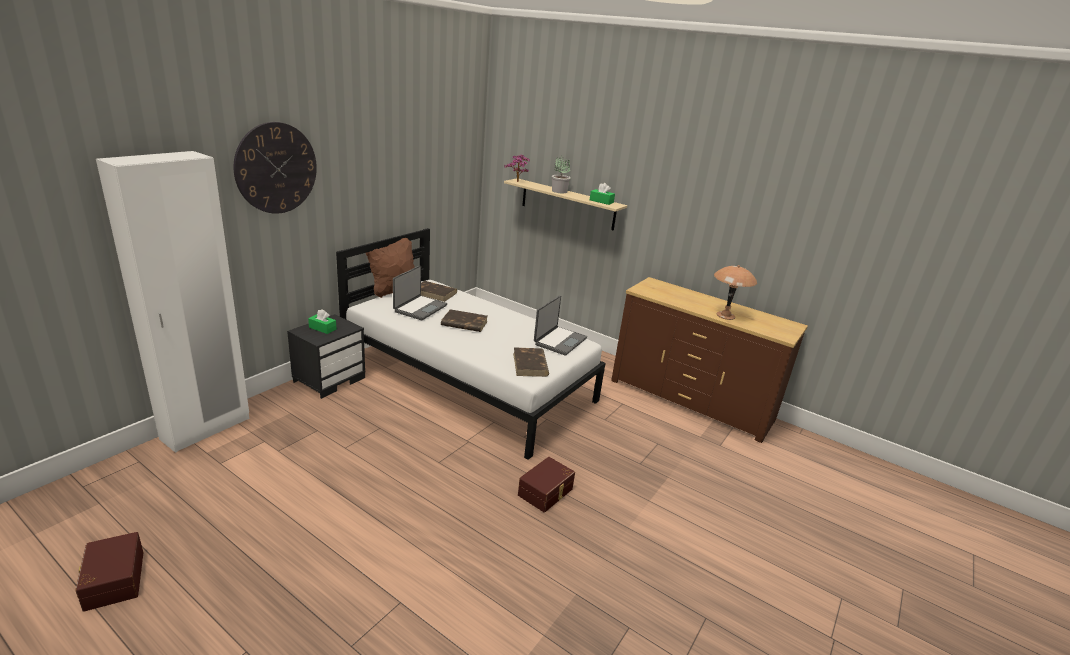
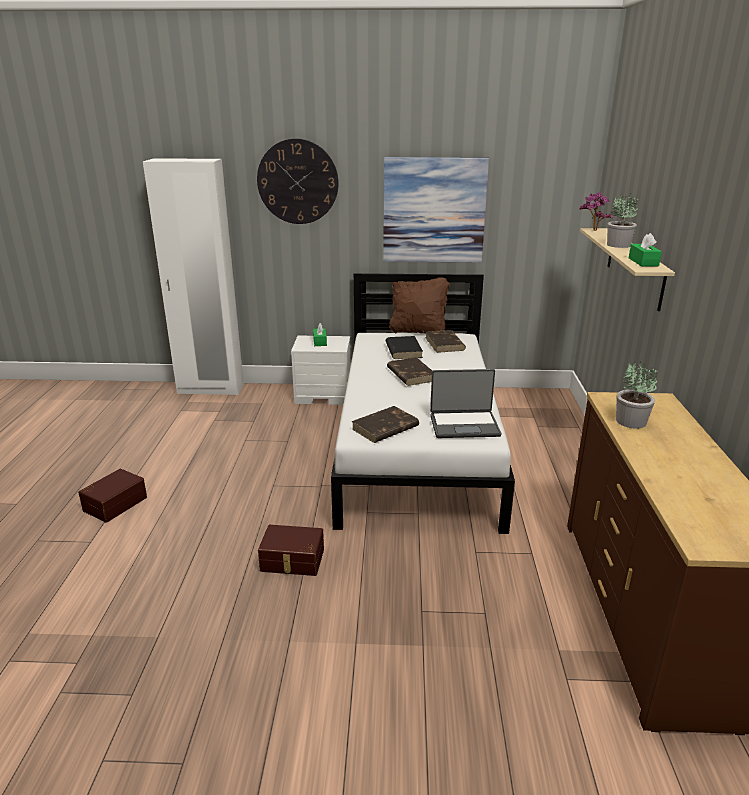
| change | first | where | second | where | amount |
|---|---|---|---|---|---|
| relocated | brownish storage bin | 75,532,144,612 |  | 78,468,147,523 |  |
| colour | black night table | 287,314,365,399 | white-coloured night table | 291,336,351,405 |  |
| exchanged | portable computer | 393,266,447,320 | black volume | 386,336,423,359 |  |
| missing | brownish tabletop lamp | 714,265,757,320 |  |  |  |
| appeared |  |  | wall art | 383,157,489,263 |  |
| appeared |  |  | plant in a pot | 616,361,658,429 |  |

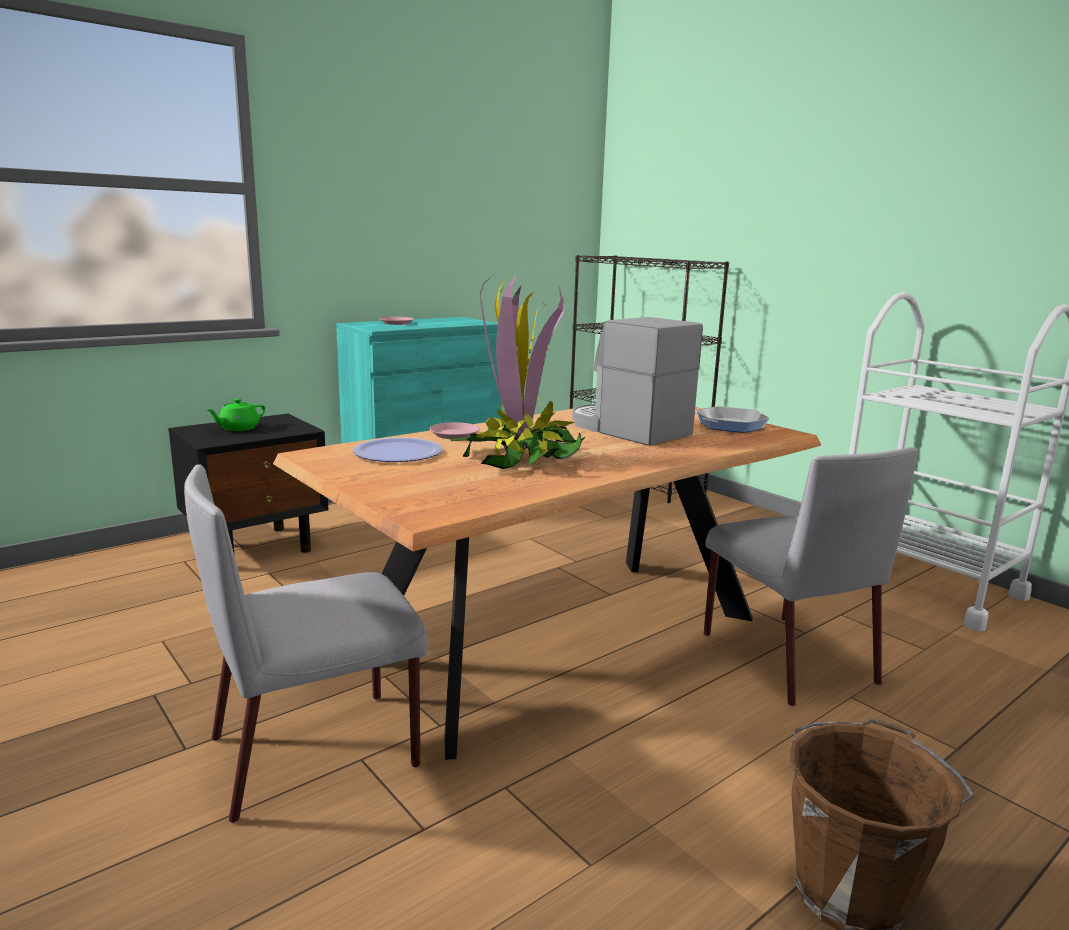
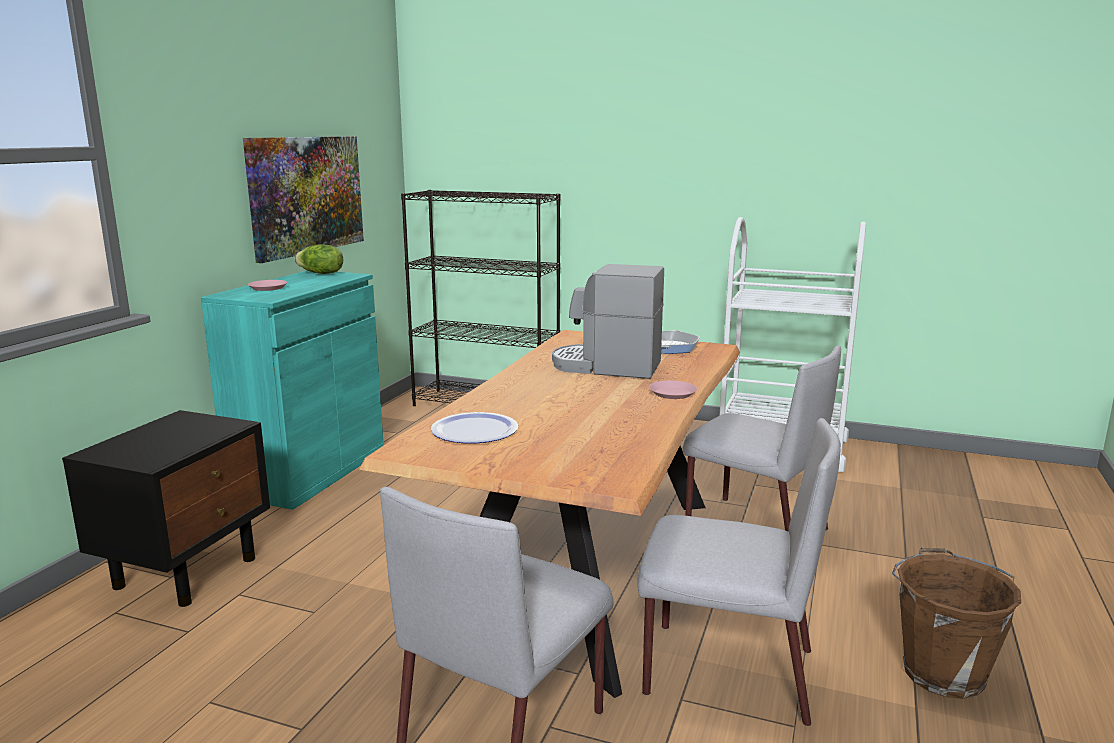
| change | first | where | second | where | amount |
|---|---|---|---|---|---|
| missing | greenish teapot | 207,399,265,431 |  |  |  |
| relocated | pinkish flat dish | 430,422,480,439 |  | 649,380,697,399 |  |
| missing | plant in a pot | 451,274,586,469 |  |  |  |
| appeared |  |  | wall art | 243,136,364,263 |  |
| appeared |  |  | lettuce head | 295,244,343,274 |  |
| appeared |  |  | grey chair | 638,418,841,726 |  |

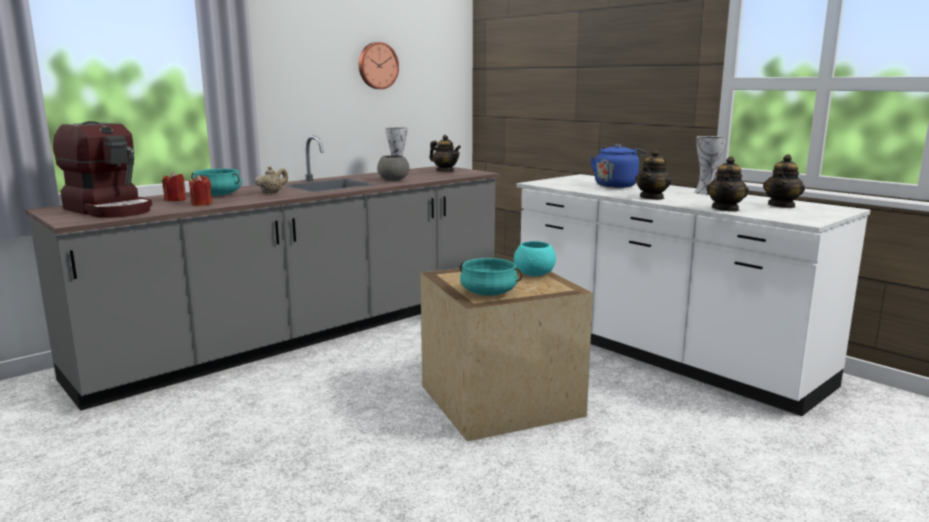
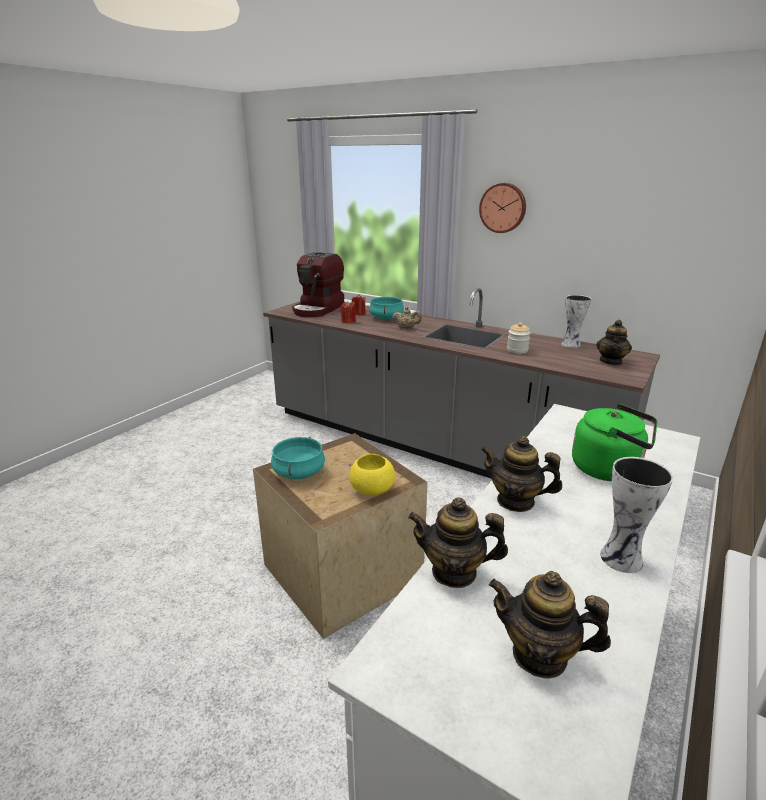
| change | first | where | second | where | amount |
|---|---|---|---|---|---|
| relocated | wall clock | 359,42,399,89 |  | 479,183,526,233 |  |
| exchanged | grey bowl | 377,155,409,181 | jar | 507,322,530,354 |  |
| colour | blue-green bowl | 514,241,556,276 | yellow bowl | 349,454,395,496 |  |
| colour | blue tea kettle | 590,144,647,188 | greenish tea kettle | 572,404,657,481 |  |

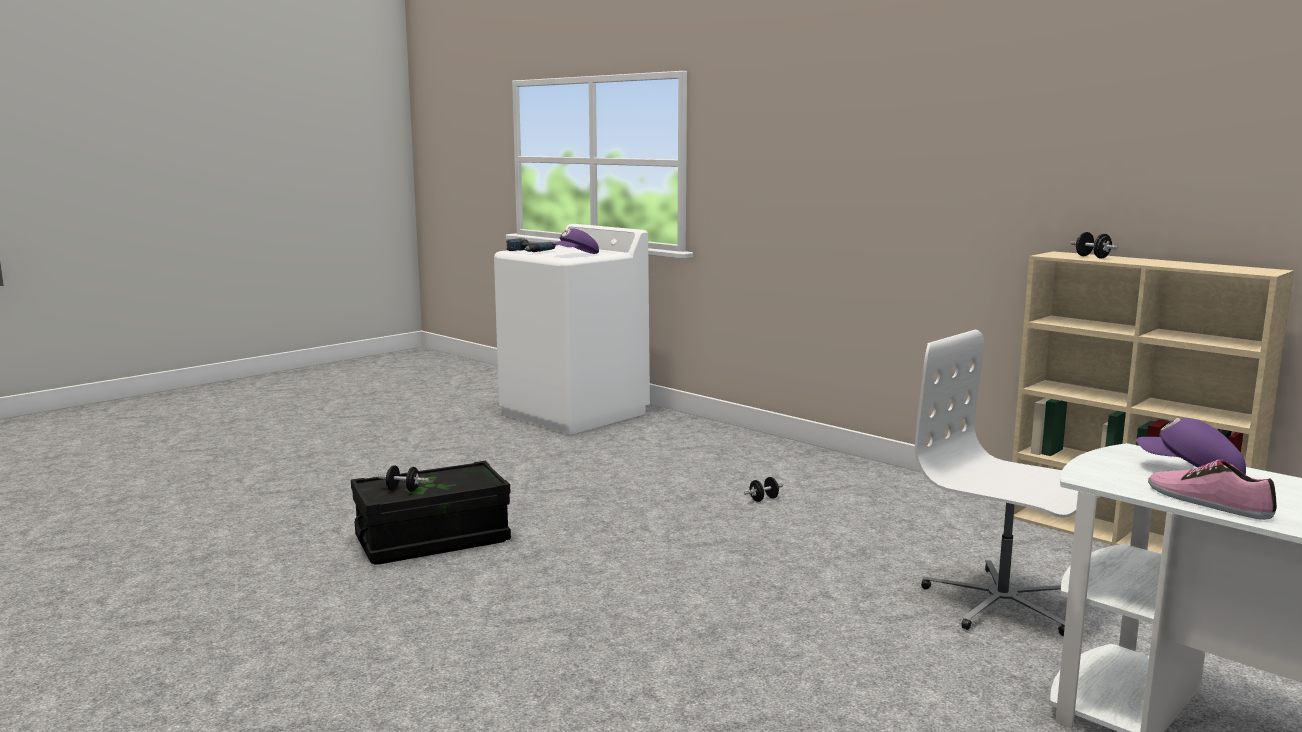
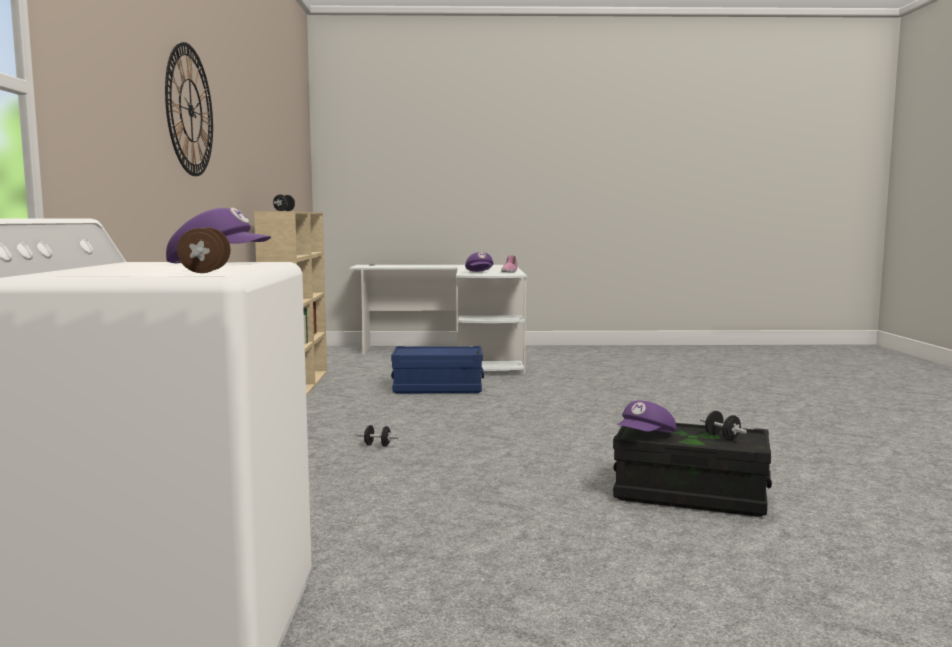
| change | first | where | second | where | amount |
|---|---|---|---|---|---|
| exchanged | power drill | 506,238,556,252 | brownish hand weight | 177,227,231,273 |  |
| exchanged | white-coloured office chair | 915,330,1101,636 | blue storage bin | 391,346,484,394 |  |
| appeared |  |  | wall clock | 165,42,213,176 |  |
| appeared |  |  | purple-coloured peaked cap | 617,401,676,433 |  |

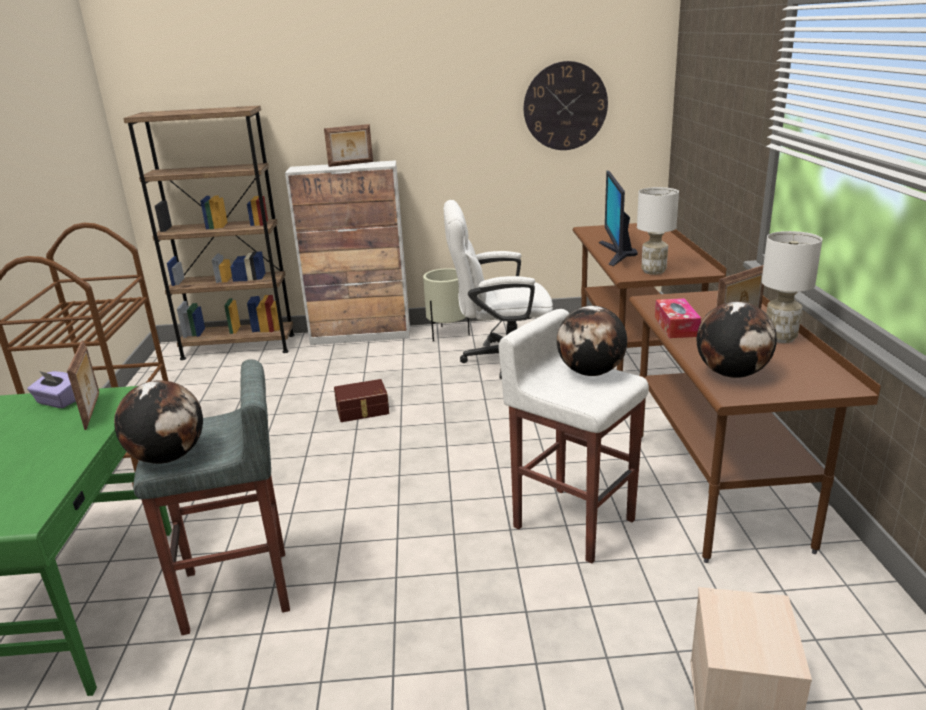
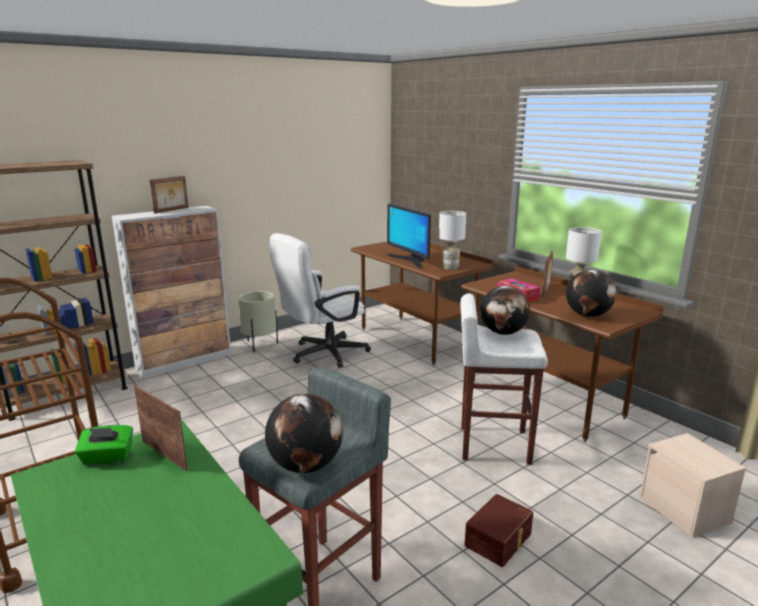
| change | first | where | second | where | amount |
|---|---|---|---|---|---|
| colour | purple-coloured tissue box | 27,371,76,408 | greenish tissue box | 75,425,133,465 |  |
| relocated | brownish storage bin | 334,379,389,422 |  | 465,494,533,567 |  |
| missing | wall clock | 524,61,608,150 |  |  |  |

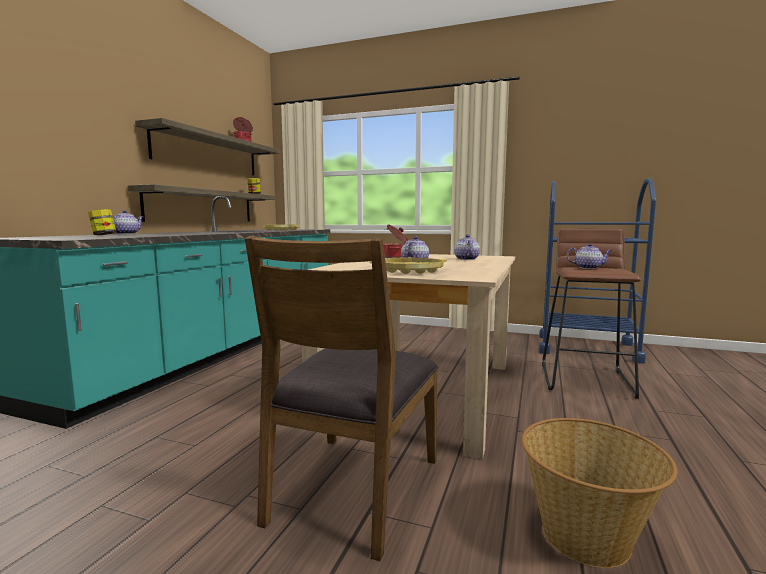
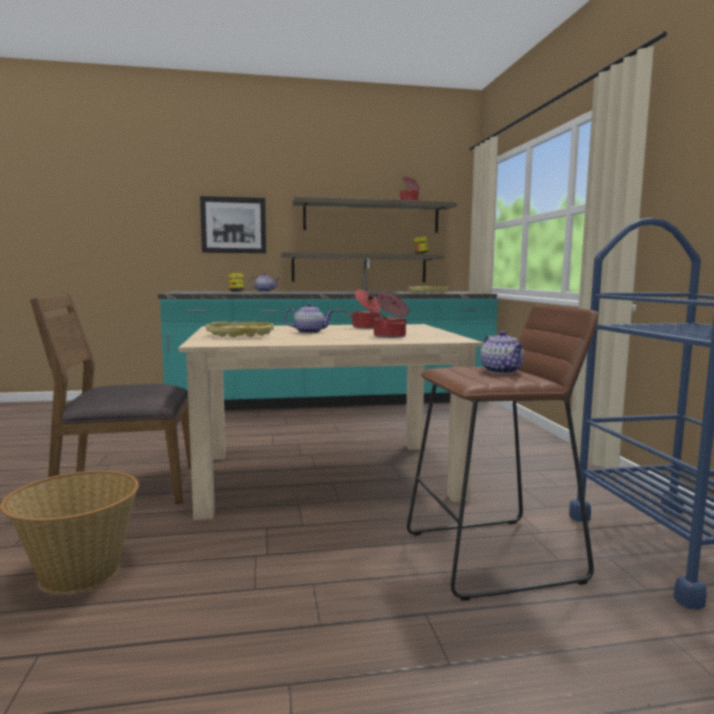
| change | first | where | second | where | amount |
|---|---|---|---|---|---|
| exchanged | teapot | 454,235,480,260 | cooking pot | 374,293,409,338 |  |
| appeared |  |  | wall art | 200,196,266,253 |  |

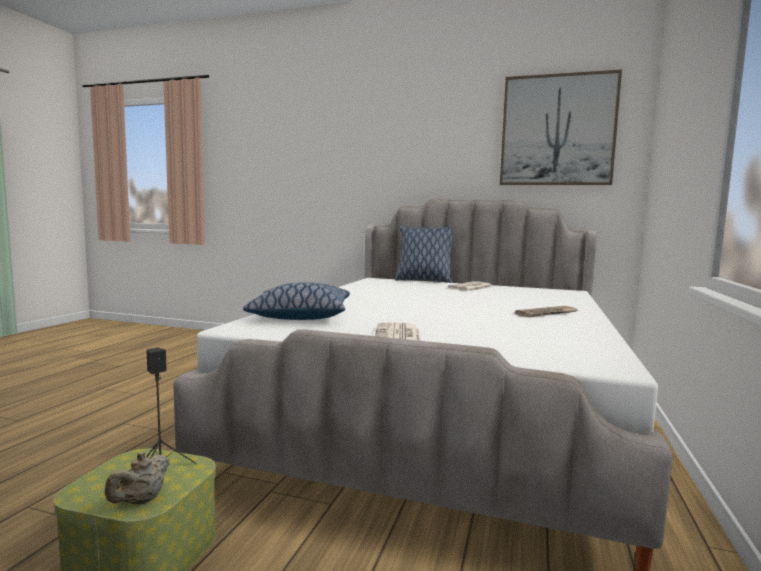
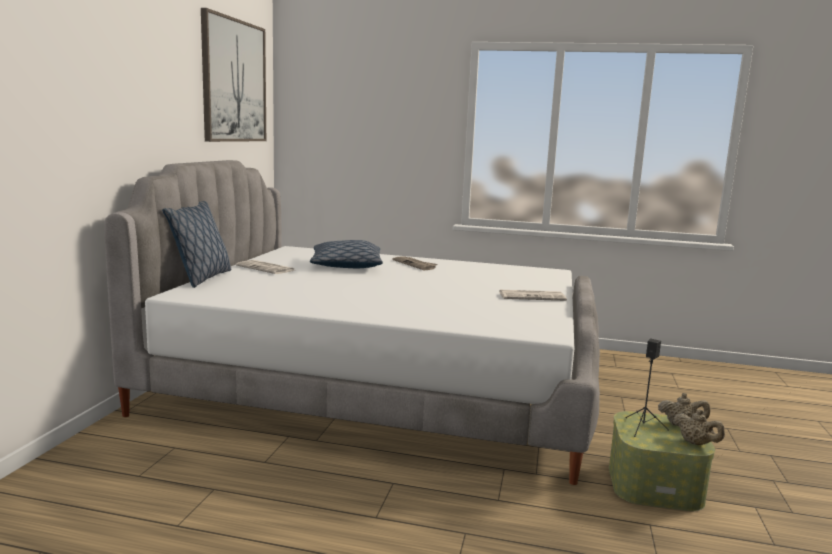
| change | first | where | second | where | amount |
|---|---|---|---|---|---|
| relocated | cushion | 243,282,350,320 |  | 310,240,383,268 |  |
| appeared |  |  | beige teapot | 673,409,725,445 |  |

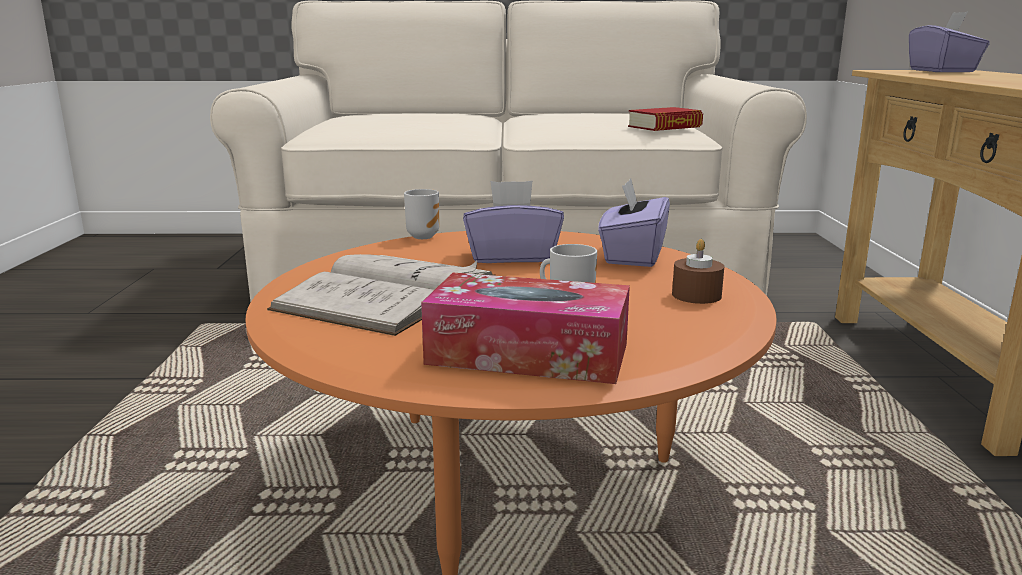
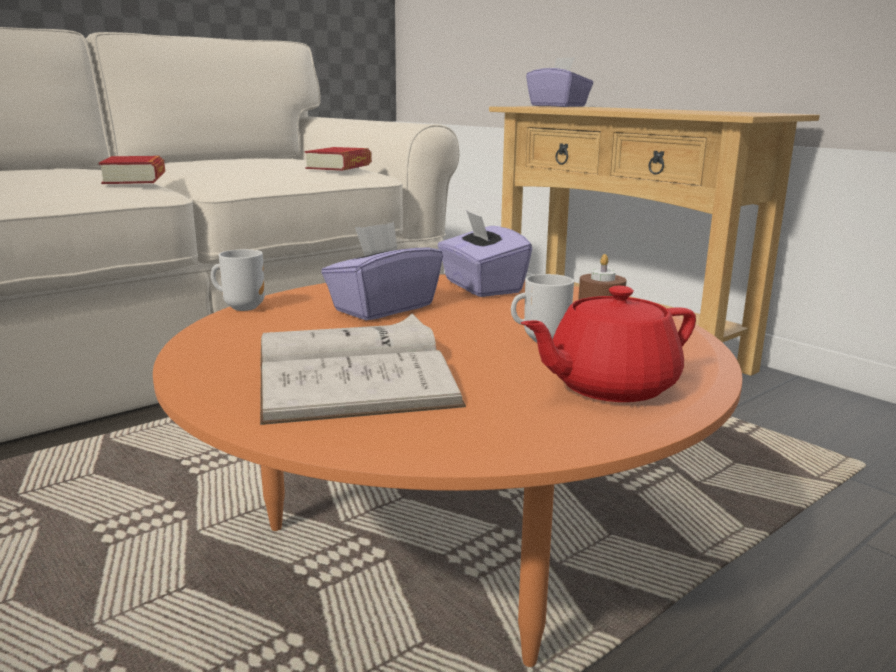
| change | first | where | second | where | amount |
|---|---|---|---|---|---|
| exchanged | tissue box | 421,273,630,384 | red-coloured teapot | 521,286,696,402 |  |
| appeared |  |  | volume | 99,156,165,184 |  |

